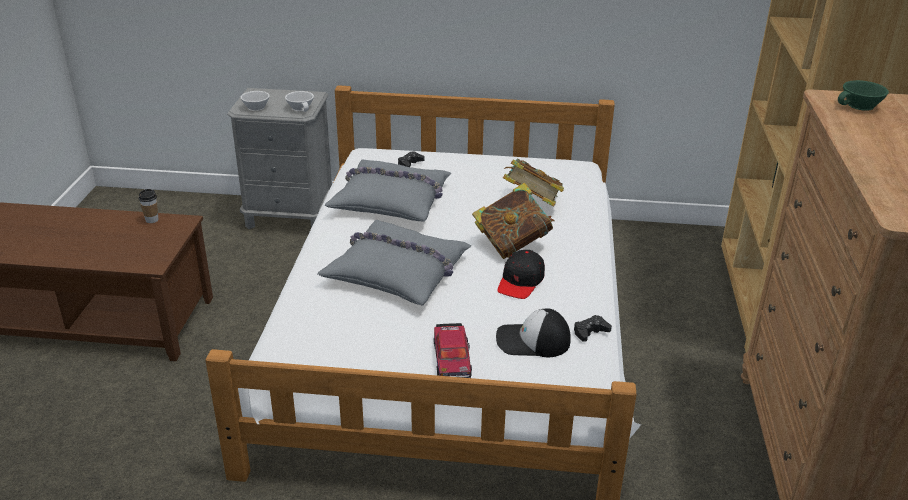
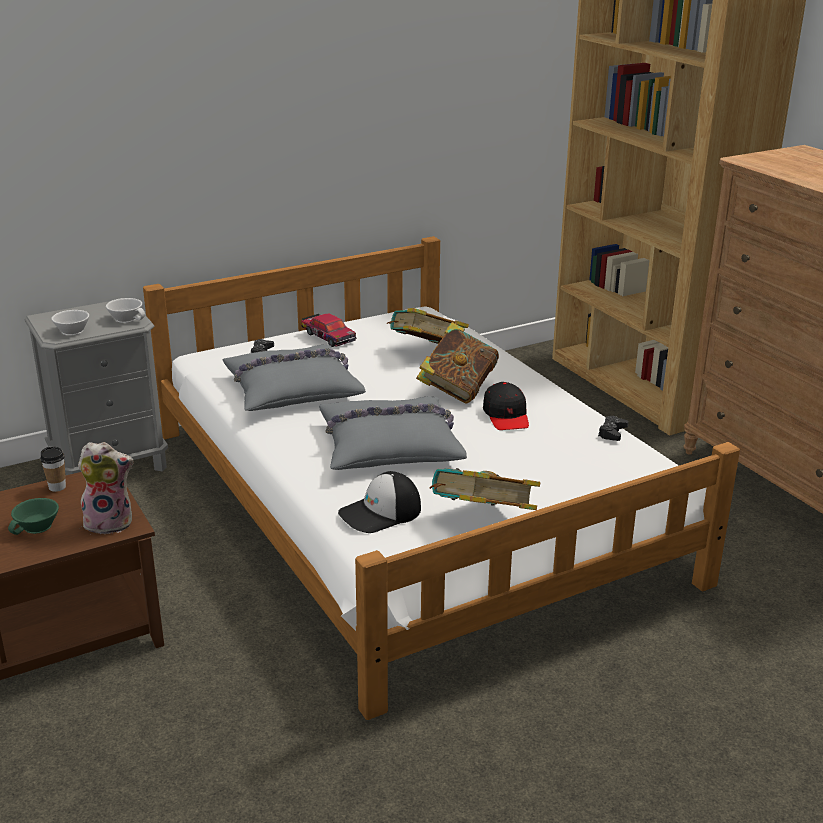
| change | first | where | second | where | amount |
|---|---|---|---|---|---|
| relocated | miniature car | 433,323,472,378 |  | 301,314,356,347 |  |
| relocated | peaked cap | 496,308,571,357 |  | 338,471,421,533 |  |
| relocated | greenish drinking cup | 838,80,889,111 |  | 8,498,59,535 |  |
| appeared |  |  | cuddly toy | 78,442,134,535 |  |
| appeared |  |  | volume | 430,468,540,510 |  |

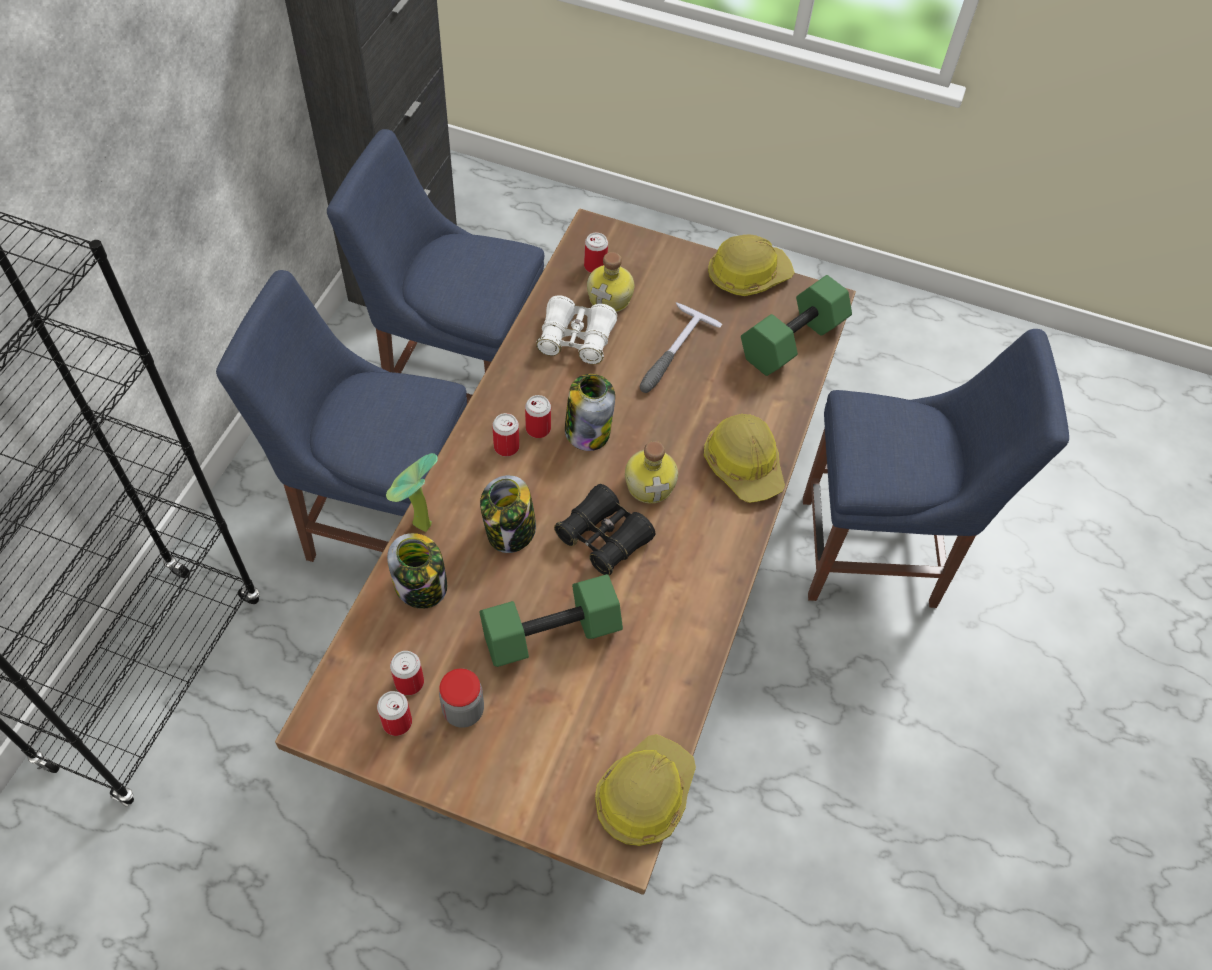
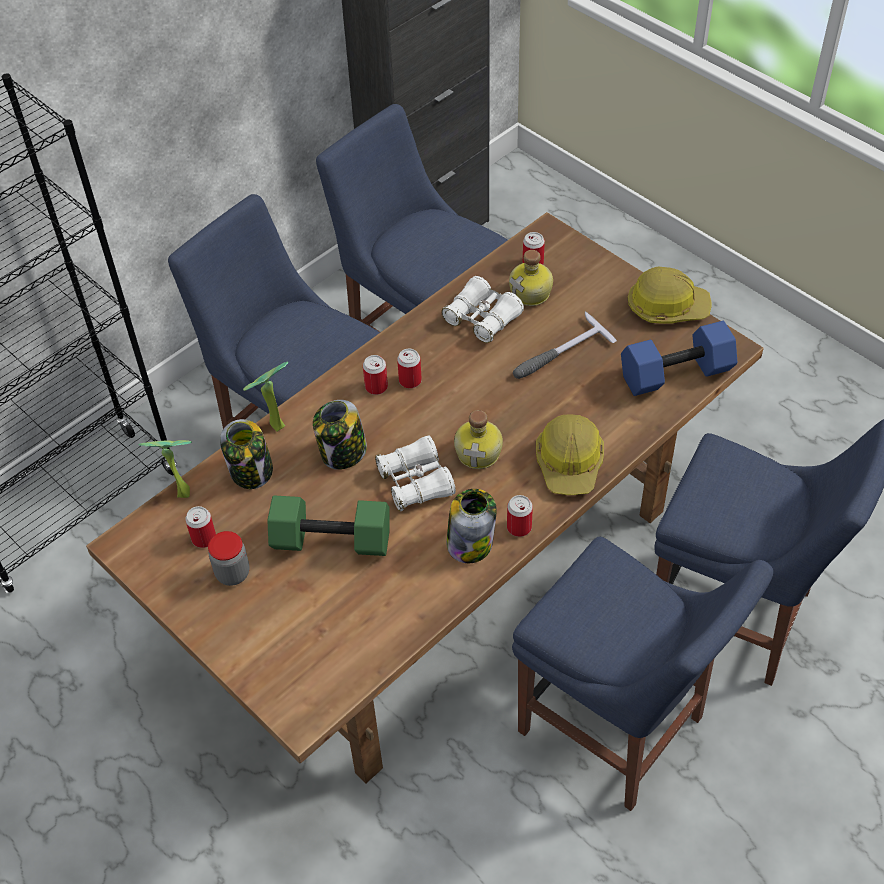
| change | first | where | second | where | amount |
|---|---|---|---|---|---|
| relocated | metal can | 377,691,412,736 |  | 507,495,533,537 |  |
| colour | black pair of binoculars | 554,484,655,575 | white-coloured pair of binoculars | 375,435,456,511 |  |
| relocated | jar | 565,374,615,451 |  | 447,489,496,563 |  |
| missing | hard hat | 595,734,696,846 |  |  |  |
| colour | greenish hand weight | 741,275,852,376 | blue hand weight | 621,321,737,396 |  |
| appeared |  |  | plant in a pot | 139,440,192,498 |  |
| appeared |  |  | blue chair | 512,536,773,811 |  |

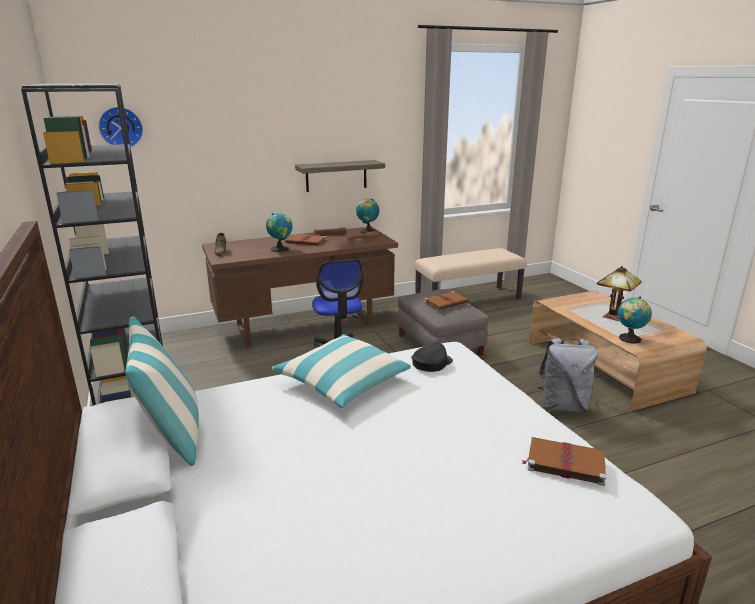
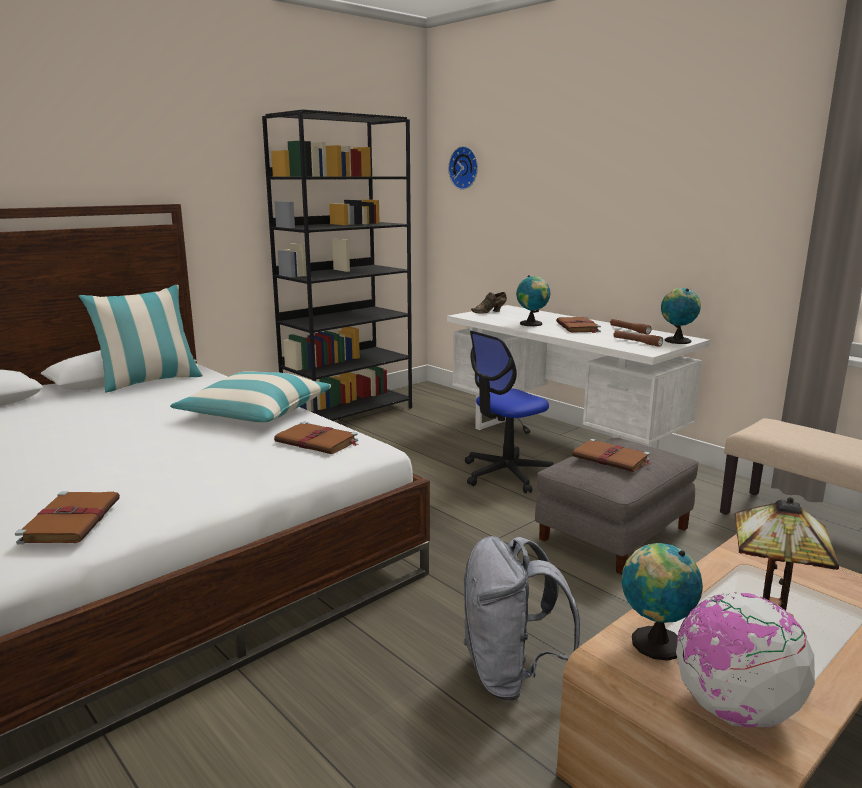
| change | first | where | second | where | amount |
|---|---|---|---|---|---|
| colour | brownish desk table | 202,226,398,347 | white-coloured desk table | 447,305,710,449 |  |
| missing | bracket shelf | 295,160,385,192 |  |  |  |
| exchanged | black peaked cap | 412,343,453,372 | brownish volume | 274,422,359,454 |  |
| appeared |  |  | desk globe | 676,592,815,728 |  |

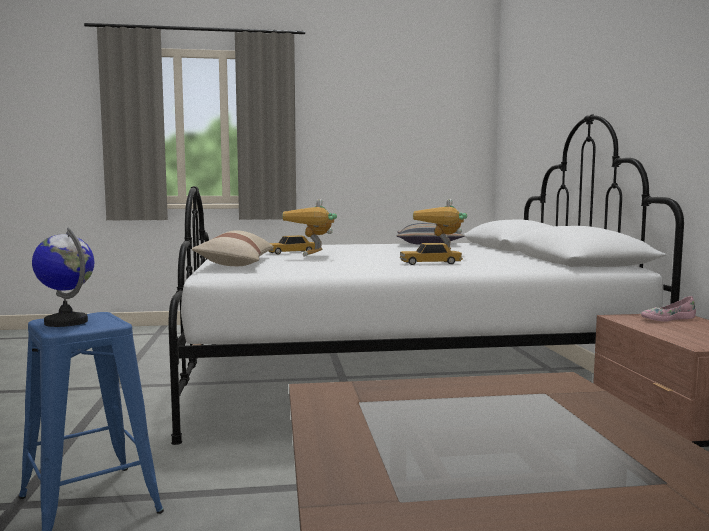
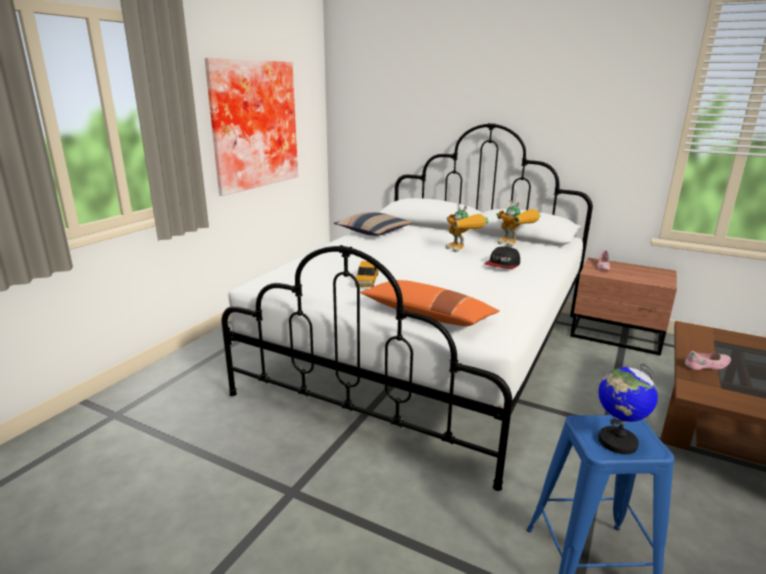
| change | first | where | second | where | amount |
|---|---|---|---|---|---|
| colour | beige cushion | 192,230,274,266 | orange cushion | 360,280,500,326 |  |
| relocated | robot figure | 282,199,337,257 |  | 496,200,541,247 |  |
| exchanged | miniature car | 400,243,463,265 | peaked cap | 485,246,520,269 |  |
| appeared |  |  | wall art | 205,58,298,196 |  |
| appeared |  |  | pinkish shoe | 685,350,731,370 |  |

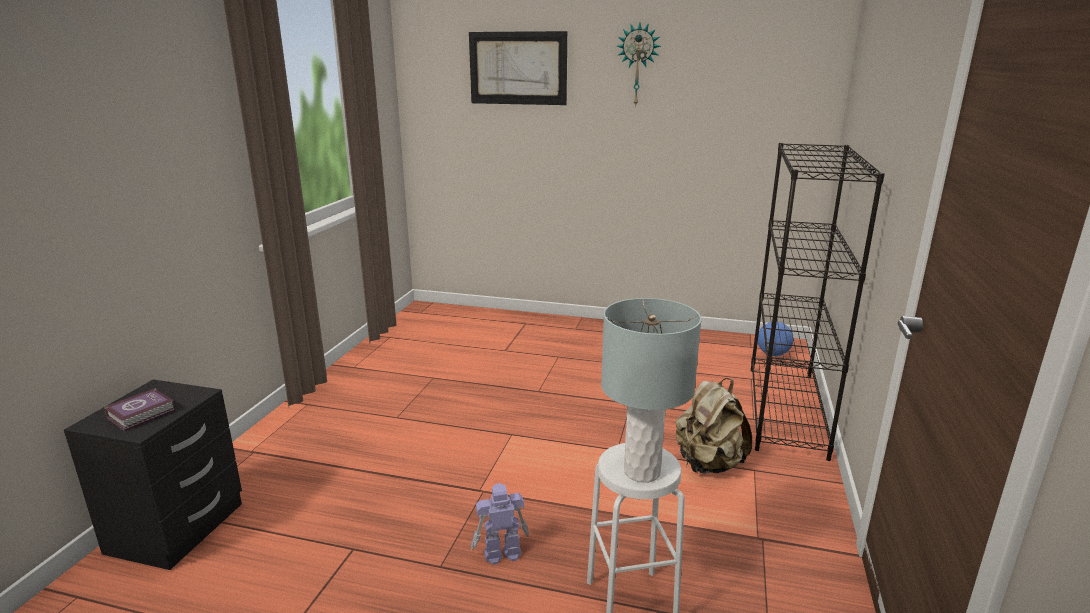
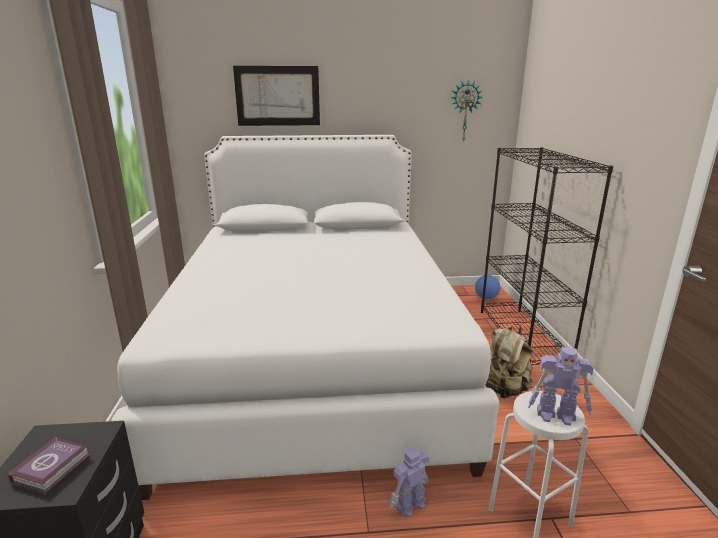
| change | first | where | second | where | amount |
|---|---|---|---|---|---|
| exchanged | grey tabletop lamp | 601,298,701,483 | robot figure | 528,347,593,426 |  |
| relocated | wall clock | 617,23,661,107 |  | 451,79,483,142 |  |
| appeared |  |  | white-coloured sleeping bed | 112,135,499,500 |  |

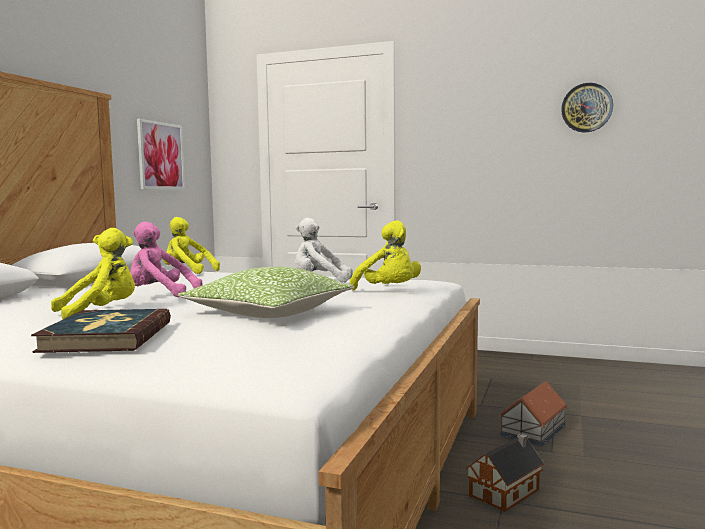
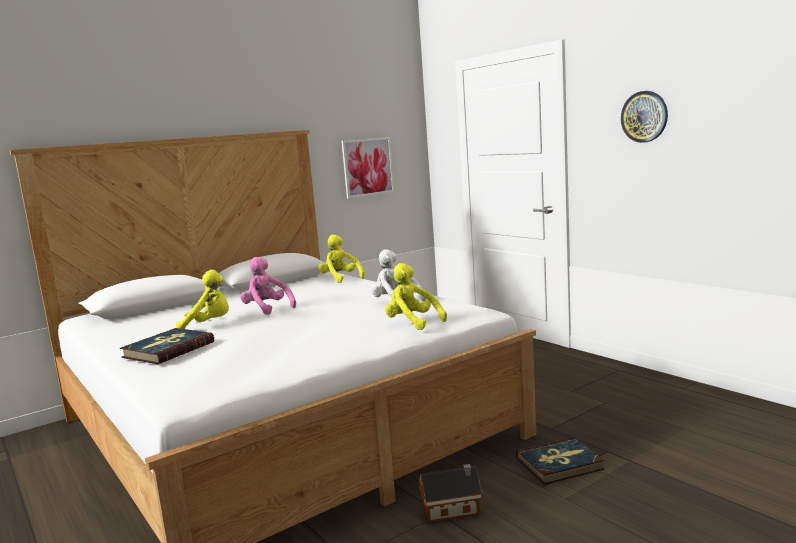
| change | first | where | second | where | amount |
|---|---|---|---|---|---|
| missing | cushion | 178,267,354,318 |  |  |  |
| spun | yellow cuddly toy | 350,220,421,291 |  | 385,263,447,330 | 135 degrees clockwise |
| exchanged | toy house | 499,381,568,447 | volume | 516,437,605,485 |  |
| relocated | wall clock | 561,83,613,133 |  | 621,91,668,143 |  |

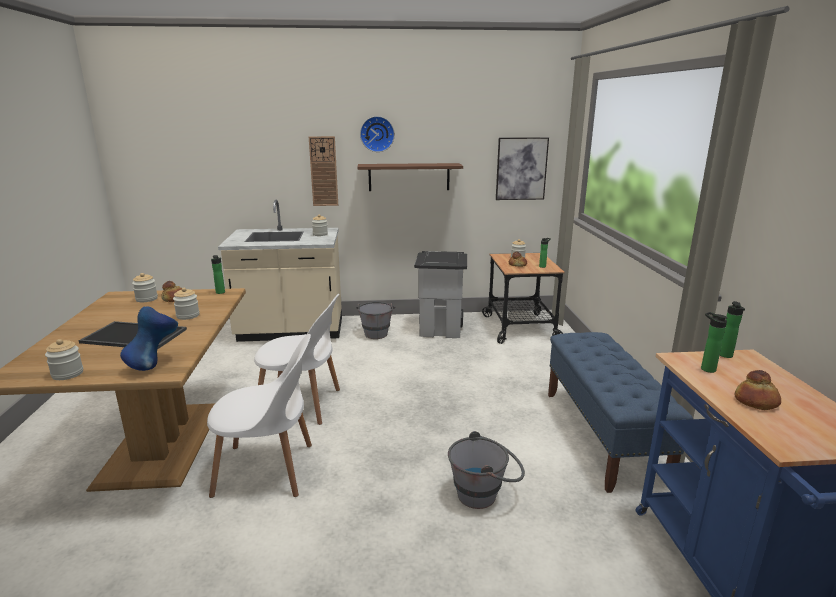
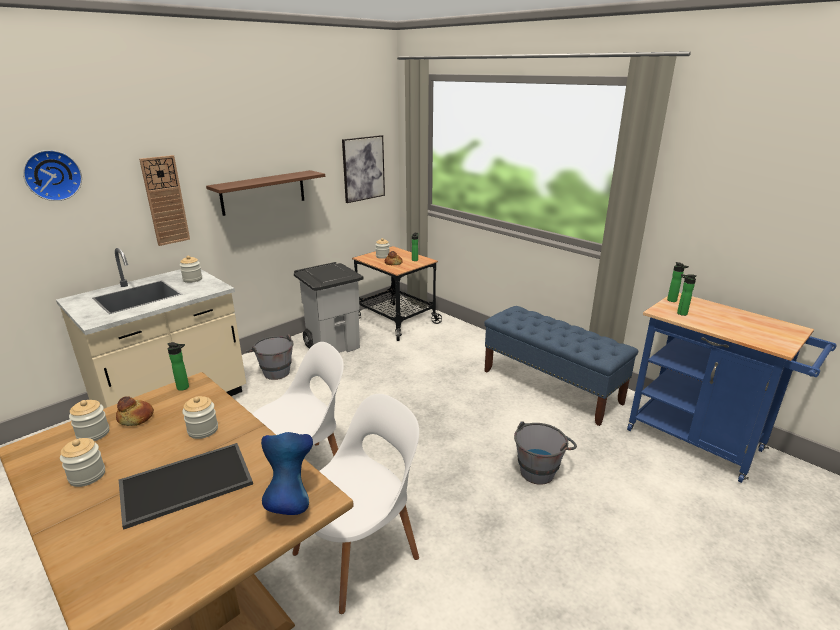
| change | first | where | second | where | amount |
|---|---|---|---|---|---|
| relocated | jar | 45,339,83,380 |  | 60,438,105,487 |  |
| relocated | wall clock | 360,116,395,152 |  | 23,150,82,201 |  |
| missing | bread | 735,370,781,410 |  |  |  |

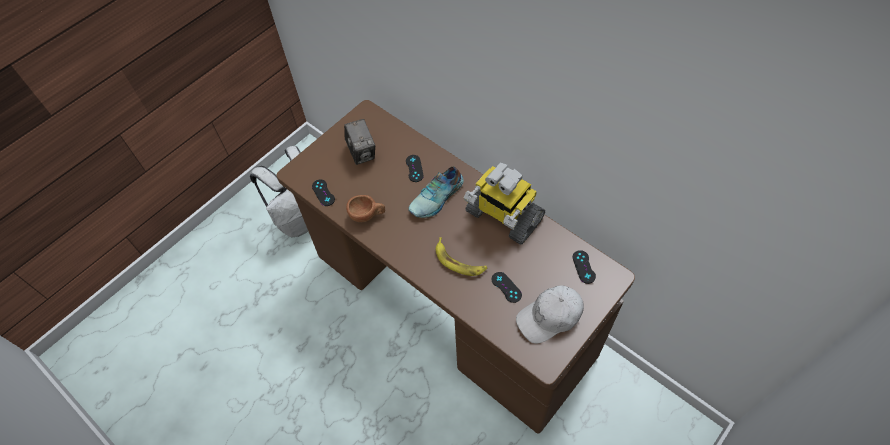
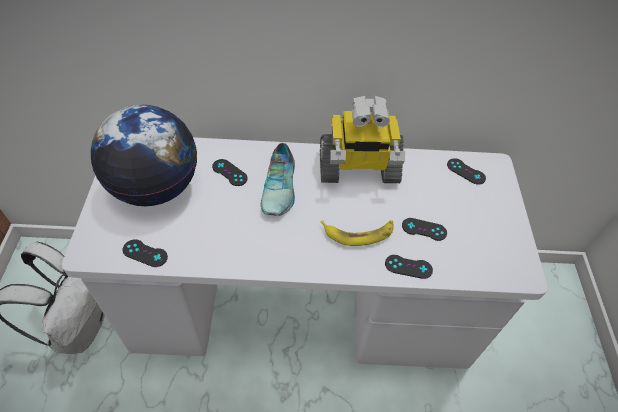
| change | first | where | second | where | amount |
|---|---|---|---|---|---|
| colour | brownish desk table | 277,100,635,434 | white-coloured desk table | 62,137,548,369 |  |
| exchanged | photo camera | 344,119,375,165 | desk globe | 91,105,197,206 |  |
| missing | brownish drinking cup | 346,195,385,222 |  |  |  |
| missing | white-coloured peaked cap | 516,285,584,344 |  |  |  |
| appeared |  |  | black joypad | 385,255,433,279 |  |

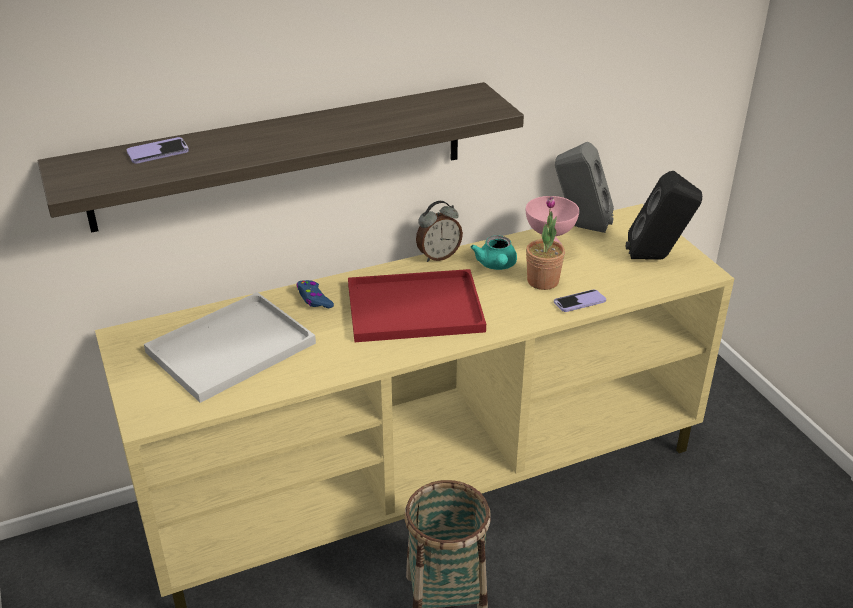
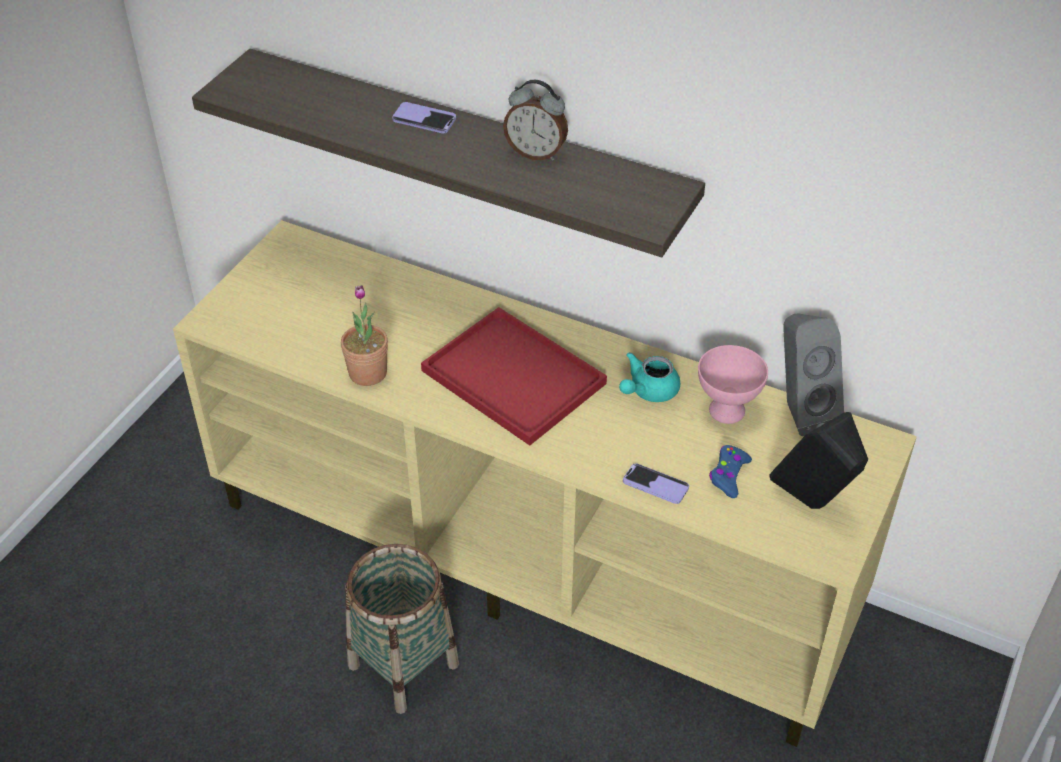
| change | first | where | second | where | amount |
|---|---|---|---|---|---|
| relocated | handset | 127,137,189,164 |  | 392,102,456,134 |  |
| missing | white-coloured carrying tray | 144,292,316,403 |  |  |  |
| relocated | blue joypad | 297,280,334,308 |  | 709,445,752,498 |  |
| relocated | alarm clock | 416,201,463,262 |  | 503,80,568,161 |  |
| relocated | plant in a pot | 526,196,565,290 |  | 341,285,388,386 |  |

